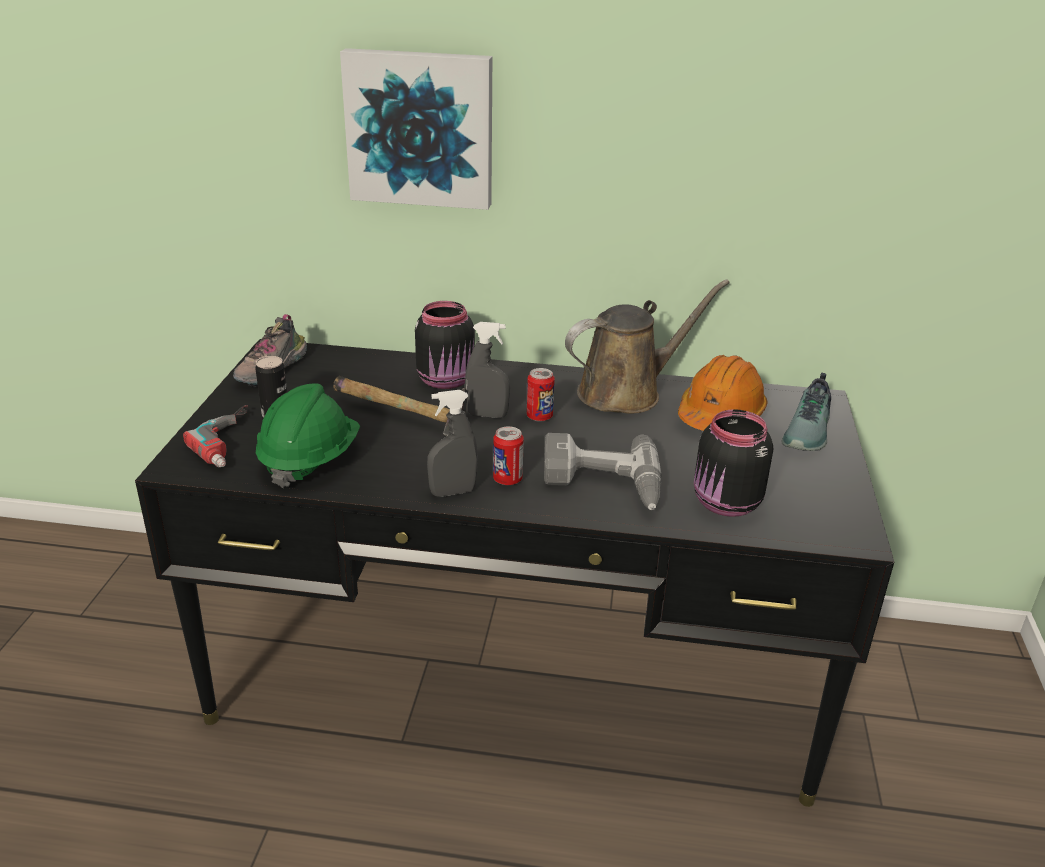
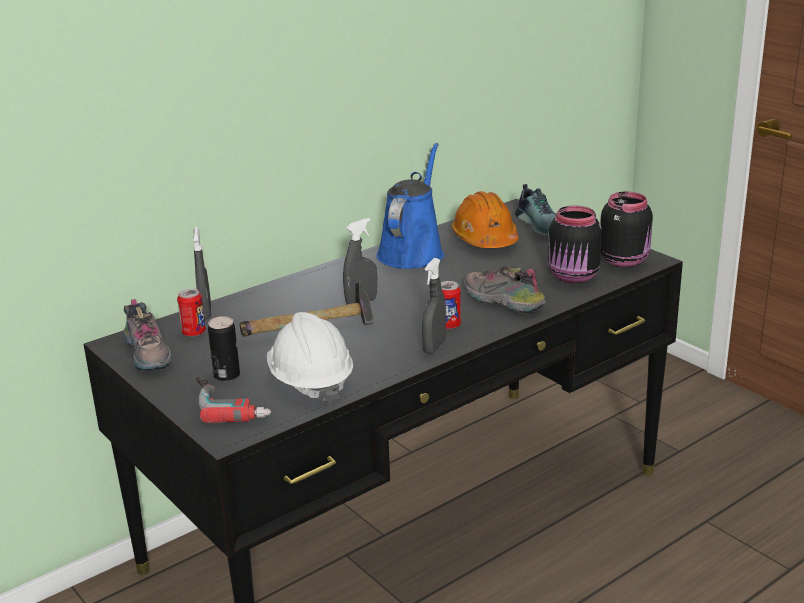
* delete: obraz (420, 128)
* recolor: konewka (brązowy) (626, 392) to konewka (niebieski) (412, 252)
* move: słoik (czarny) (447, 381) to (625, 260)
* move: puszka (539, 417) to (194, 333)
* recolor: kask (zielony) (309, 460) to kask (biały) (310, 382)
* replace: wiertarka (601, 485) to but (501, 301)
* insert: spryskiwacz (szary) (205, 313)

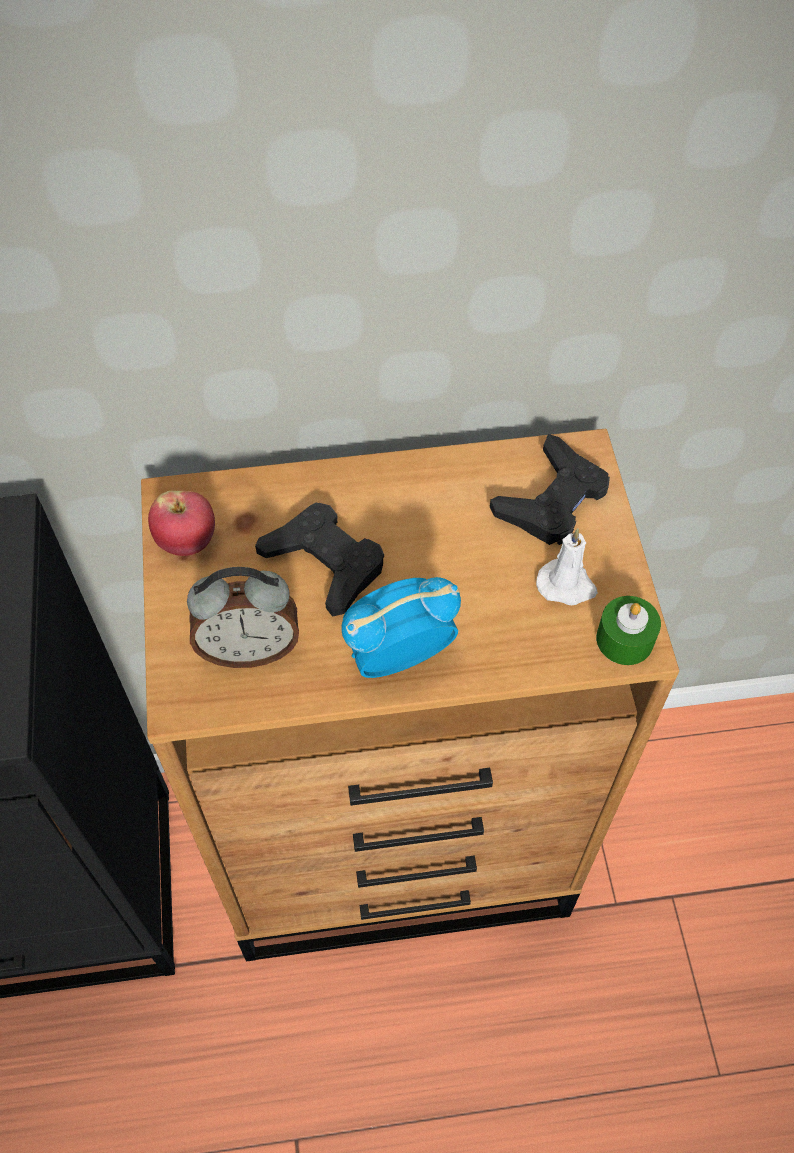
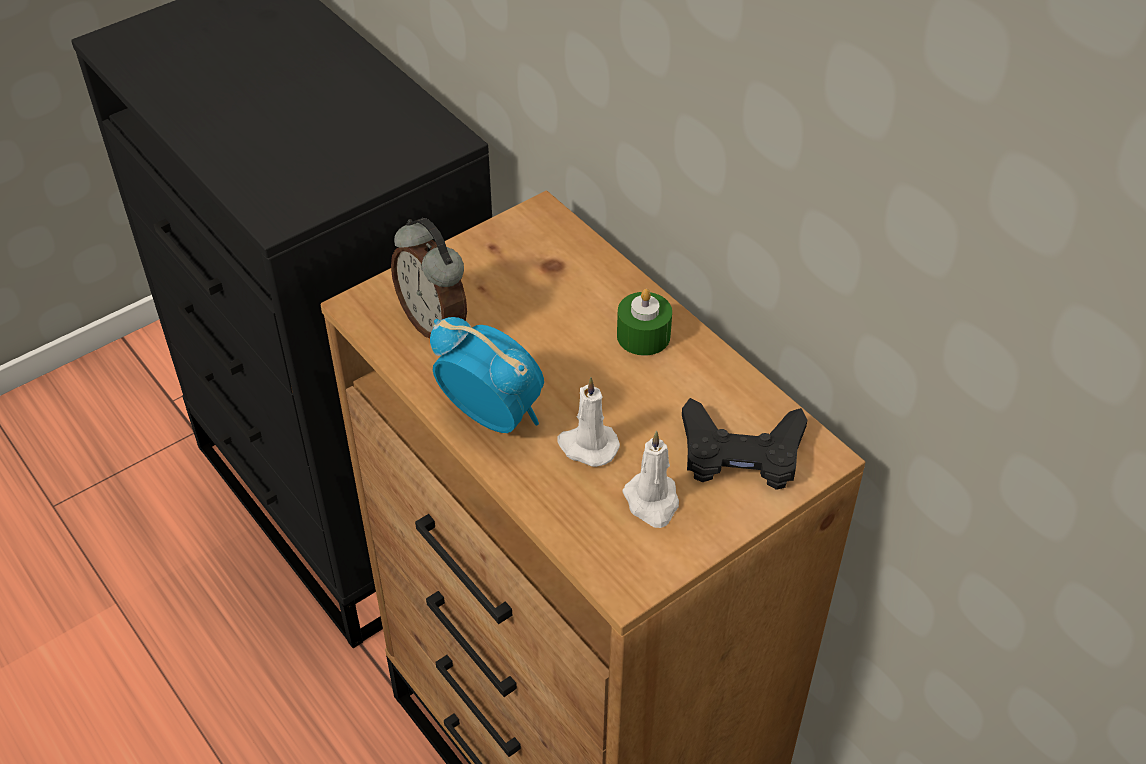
* delete: jabłko (188, 542)
* delete: pad do gier (czarny) (325, 563)
* move: świeca (zielony) (624, 639) to (643, 336)
* insert: świeca (biały) (587, 446)

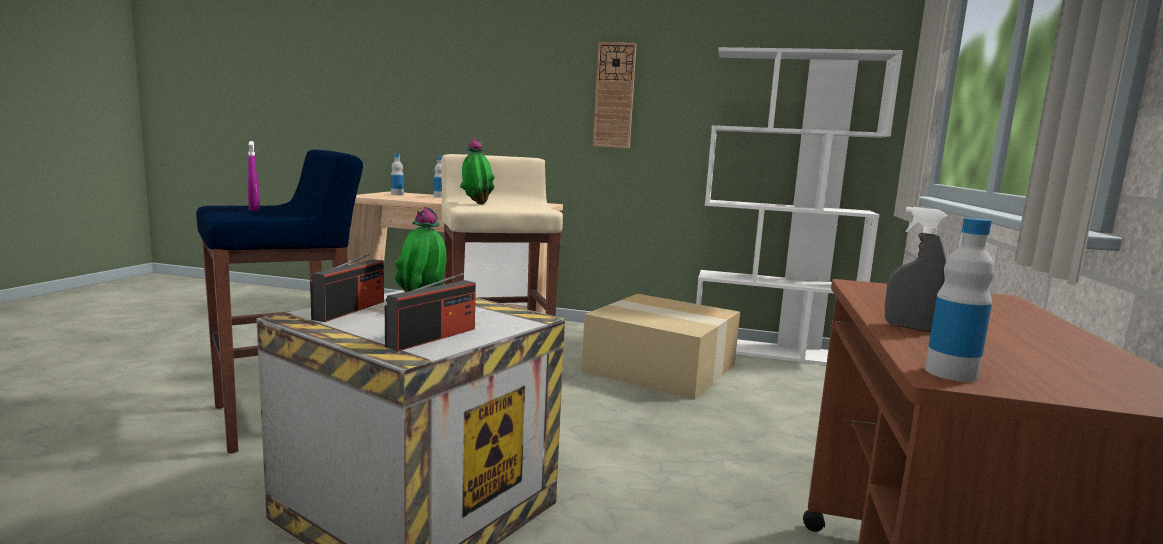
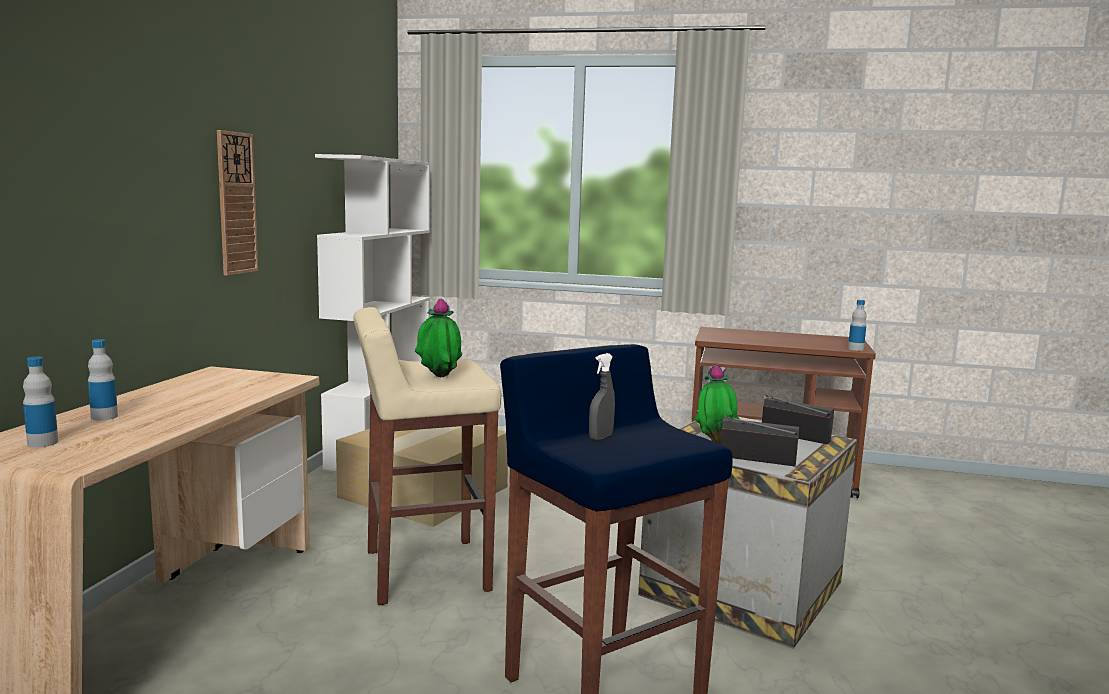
* delete: spryskiwacz (fioletowy) (254, 210)
* move: spryskiwacz (szary) (910, 327) to (601, 437)

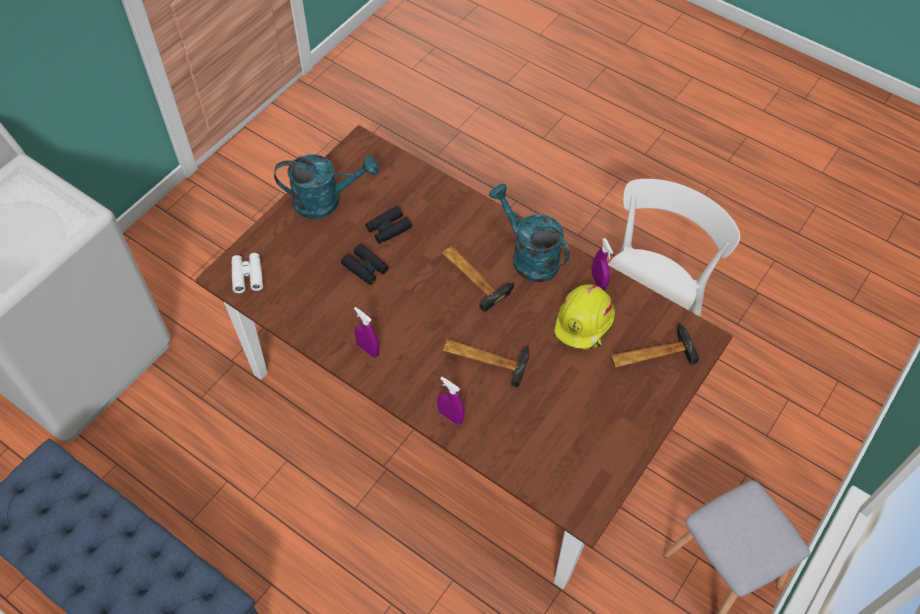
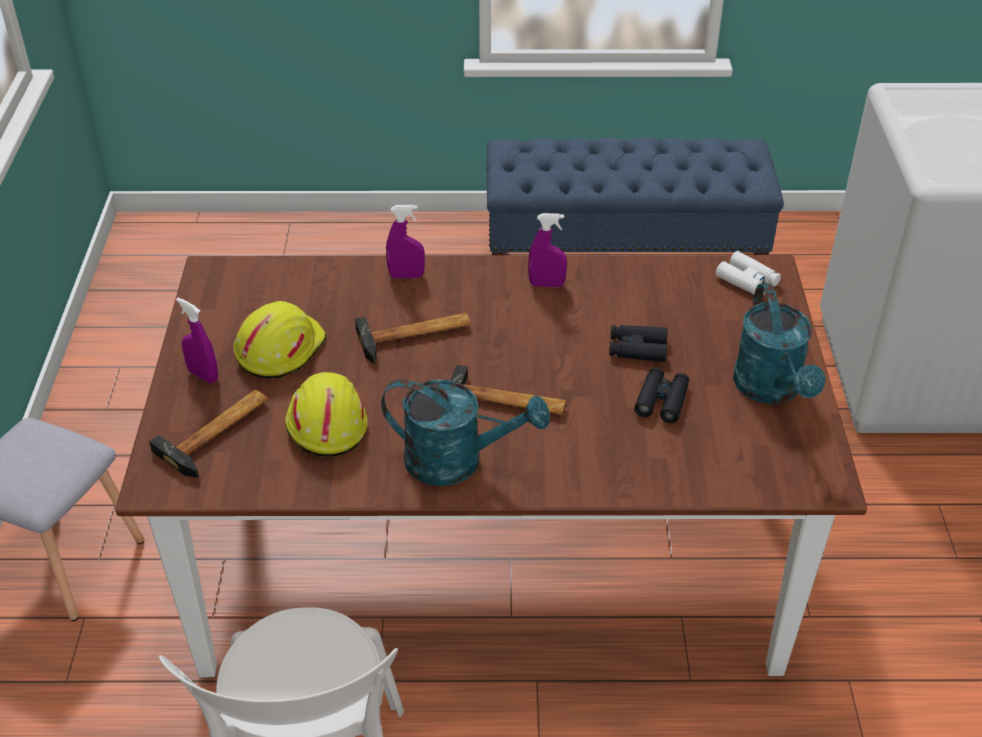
* rotate: konewka (turkusowy) (325, 201) = (772, 390) 60 degrees counterclockwise
* move: spryskiwacz (fioletowy) (598, 281) to (203, 375)
* insert: kask (żółty) (279, 349)

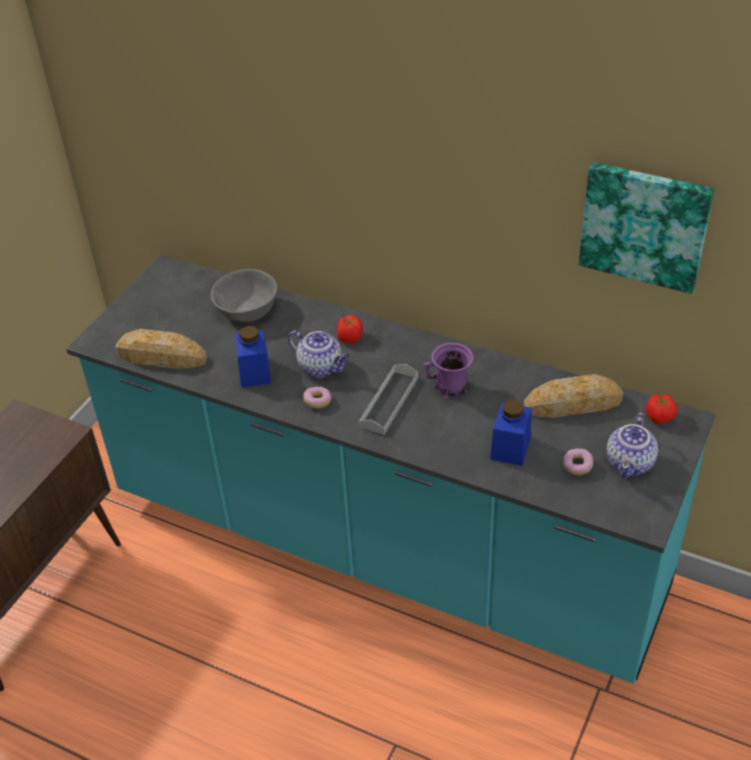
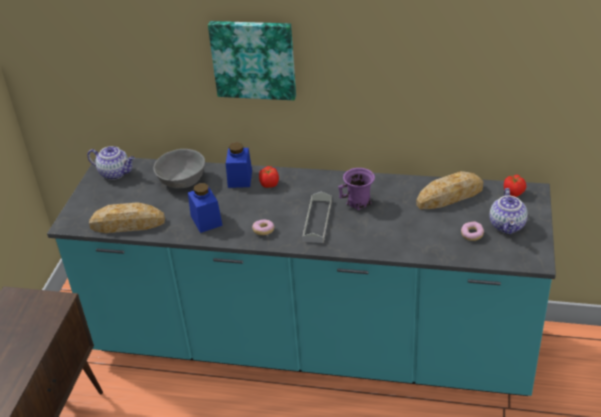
* move: obraz (645, 225) to (254, 59)
* move: imbryk (321, 368) to (115, 173)
* move: słoik (niebieski) (510, 448) to (240, 179)

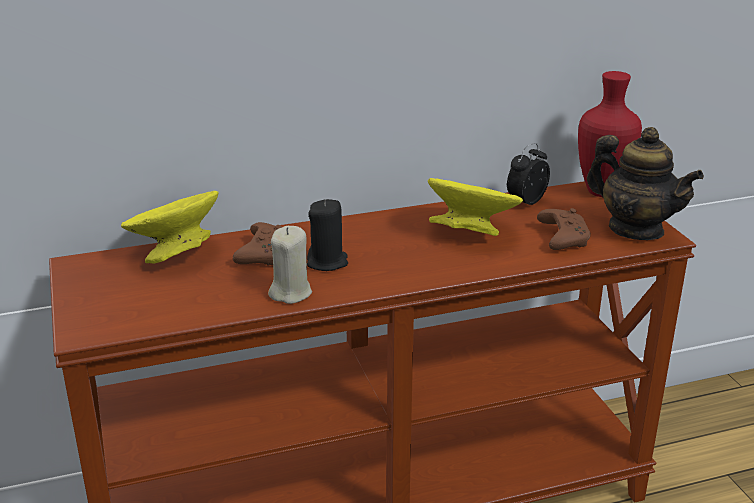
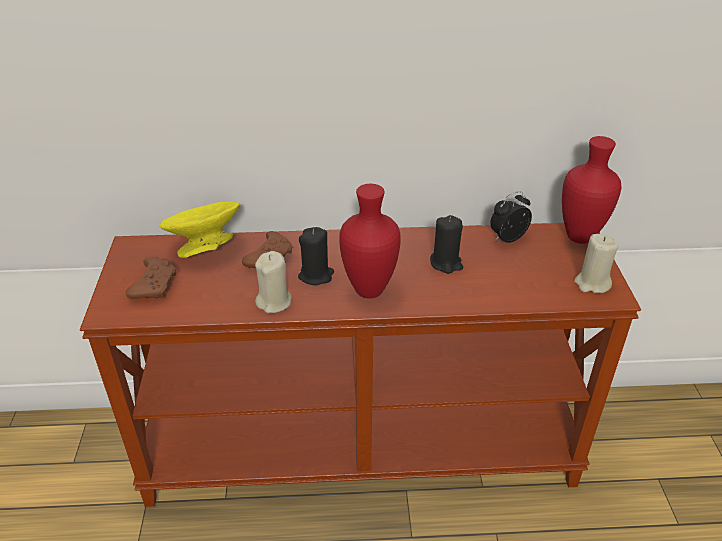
* replace: imbryk (635, 229) to świeca (beżowy) (592, 283)
* replace: miska (żółty) (471, 232) to świeca (czarny) (446, 263)
* move: pad do gier (brązowy) (562, 238) to (154, 285)
* insert: wazon (czerwony) (368, 292)

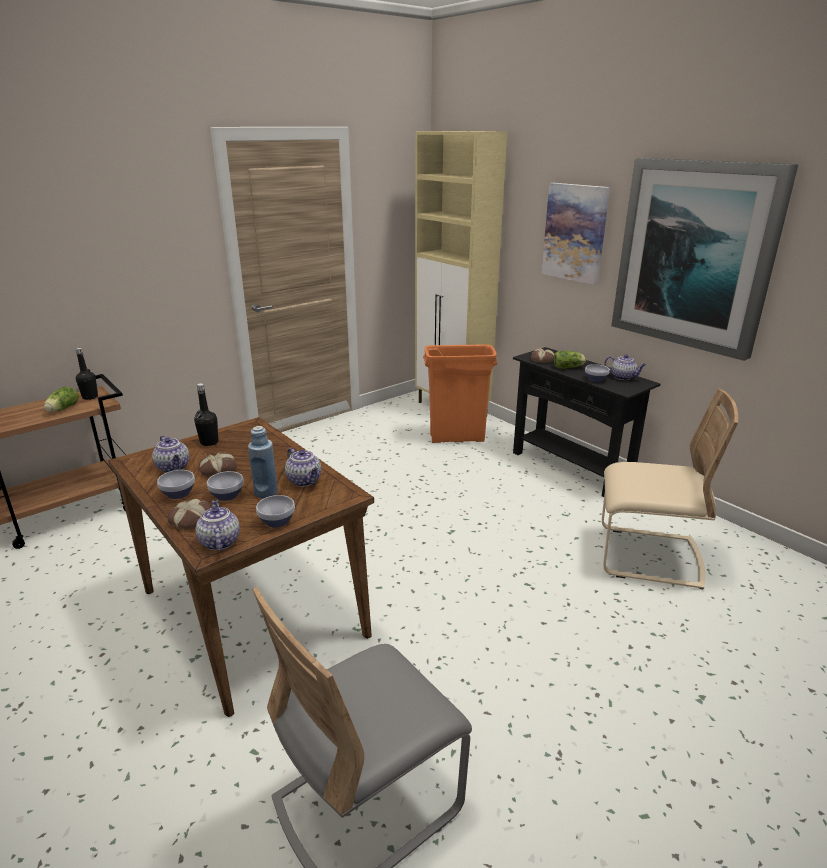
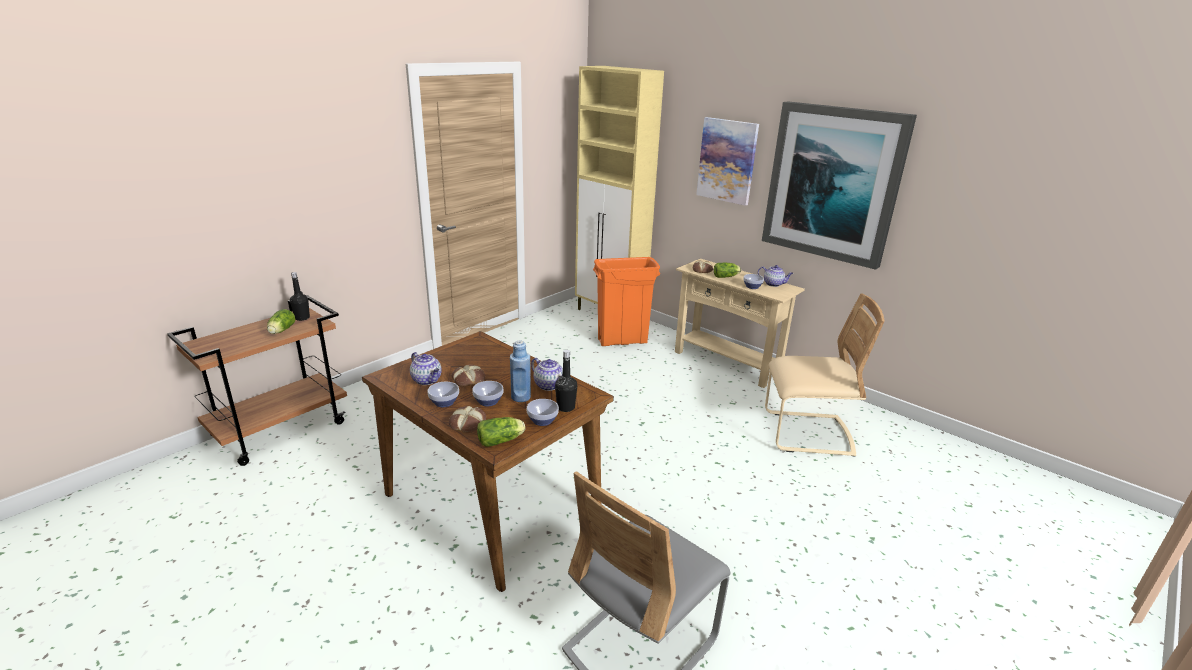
* recolor: stolik konsolowy (czarny) (570, 468) to stolik konsolowy (beżowy) (726, 363)
* move: butelka (czarny) (209, 442) to (565, 407)
* replace: imbryk (219, 541) to sałata (502, 440)

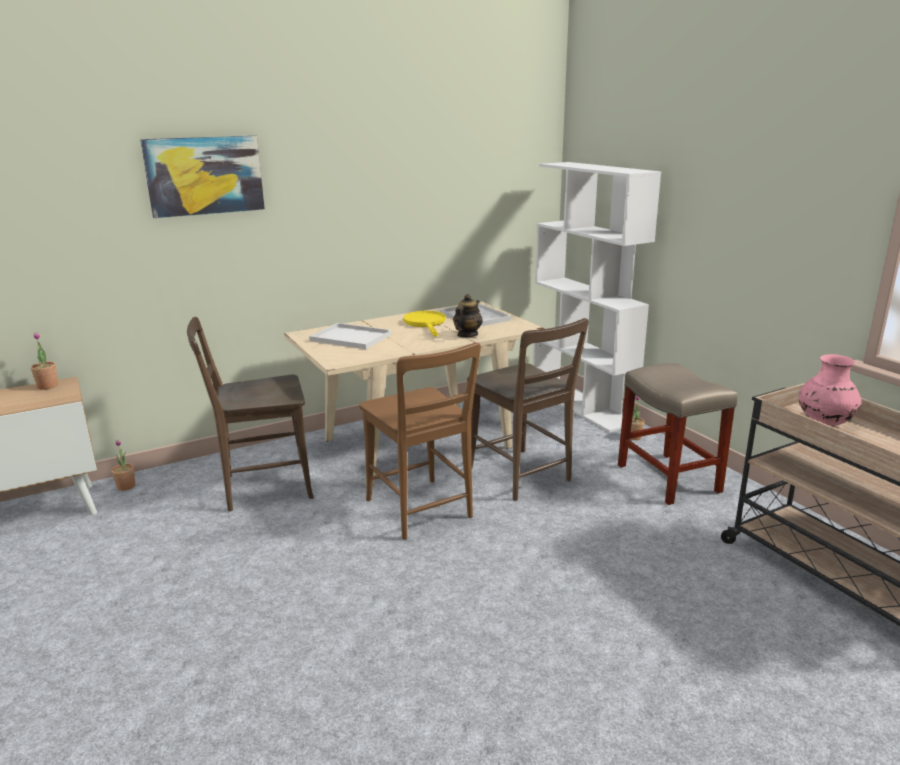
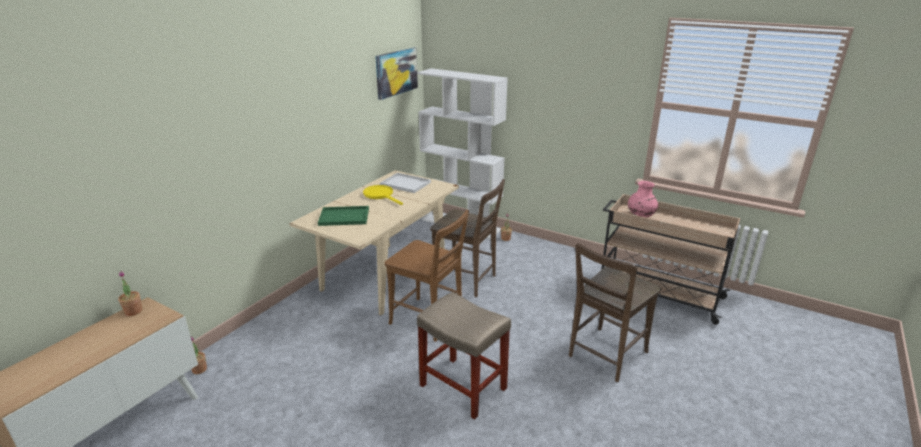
* move: obraz (204, 175) to (396, 72)
* delete: imbryk (467, 335)
* move: krzesło (brązowy) (262, 487) to (605, 356)
* recolor: taca (biały) (349, 338) to taca (zielony) (343, 217)
* move: stołek (beżowy) (669, 479) to (464, 387)

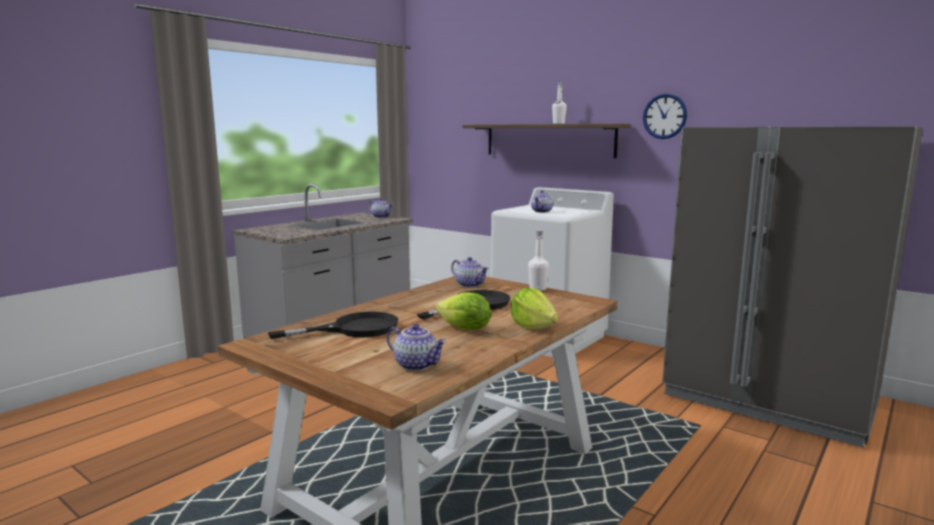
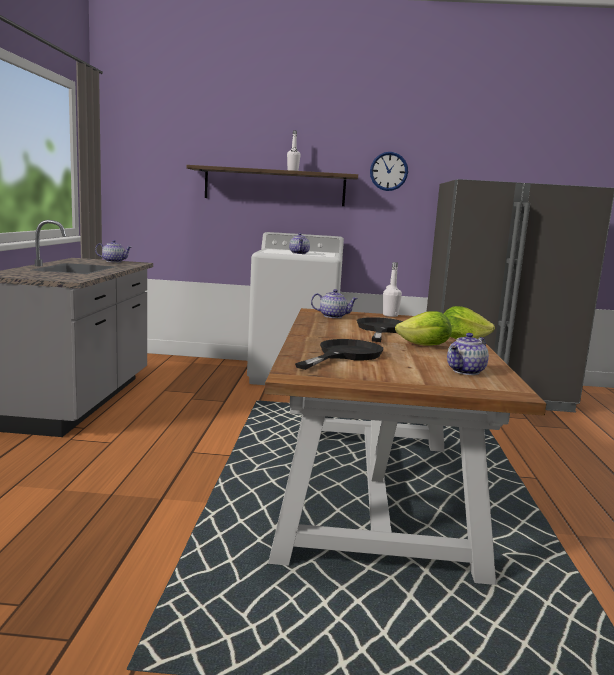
* rotate: imbryk (417, 365) = (466, 371) 135 degrees clockwise

